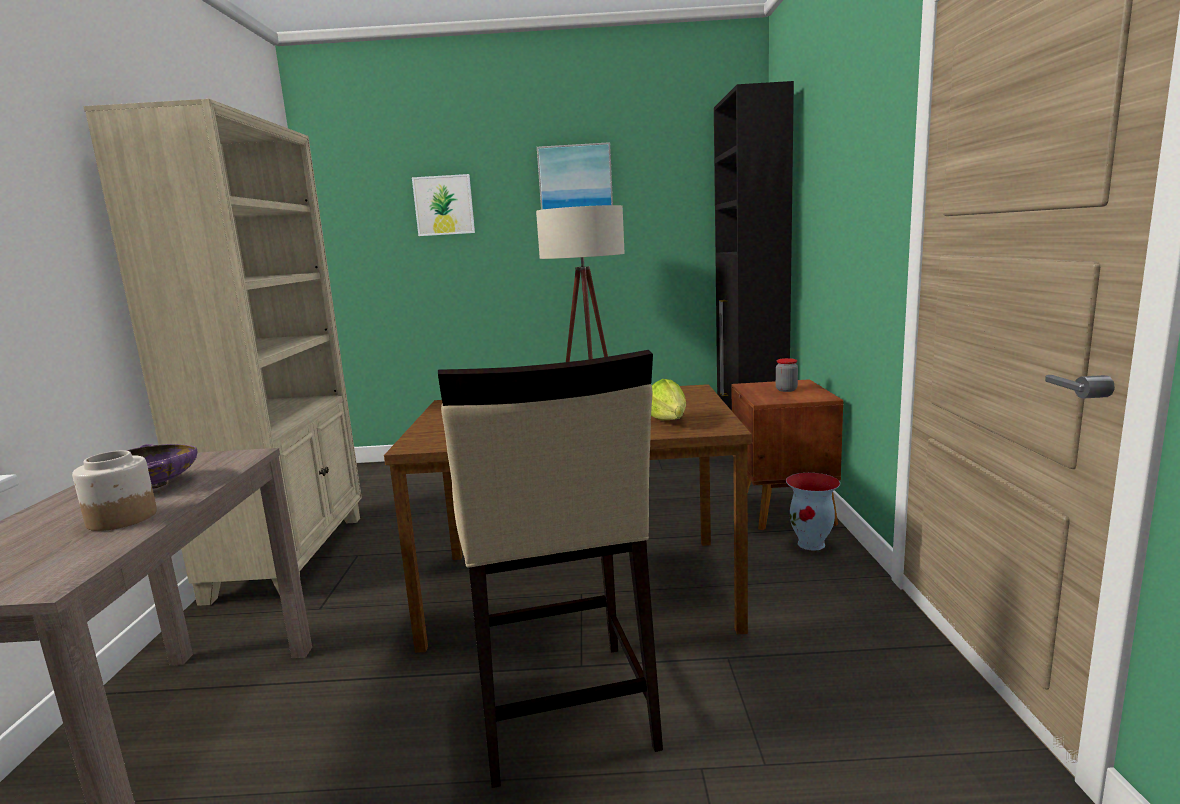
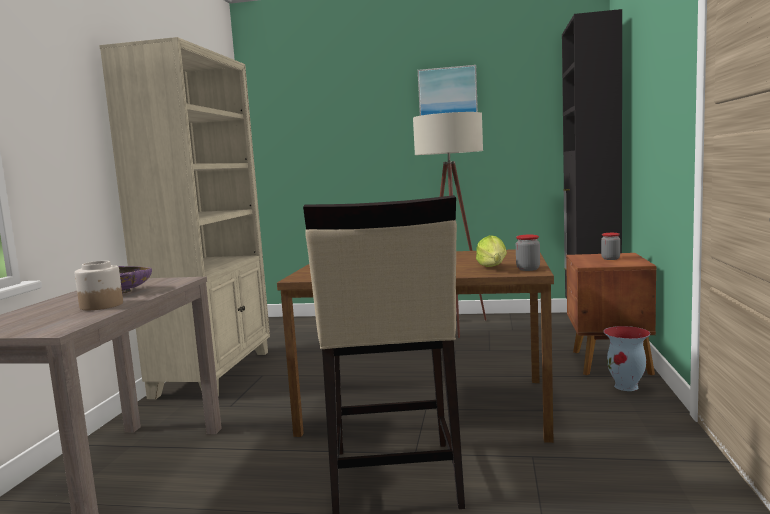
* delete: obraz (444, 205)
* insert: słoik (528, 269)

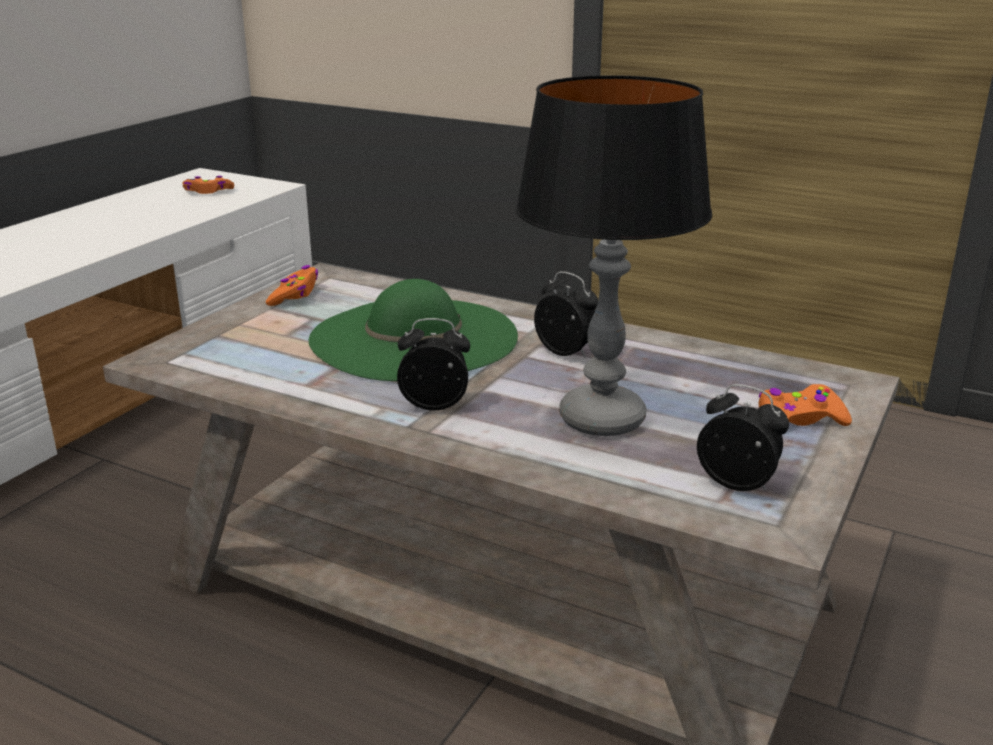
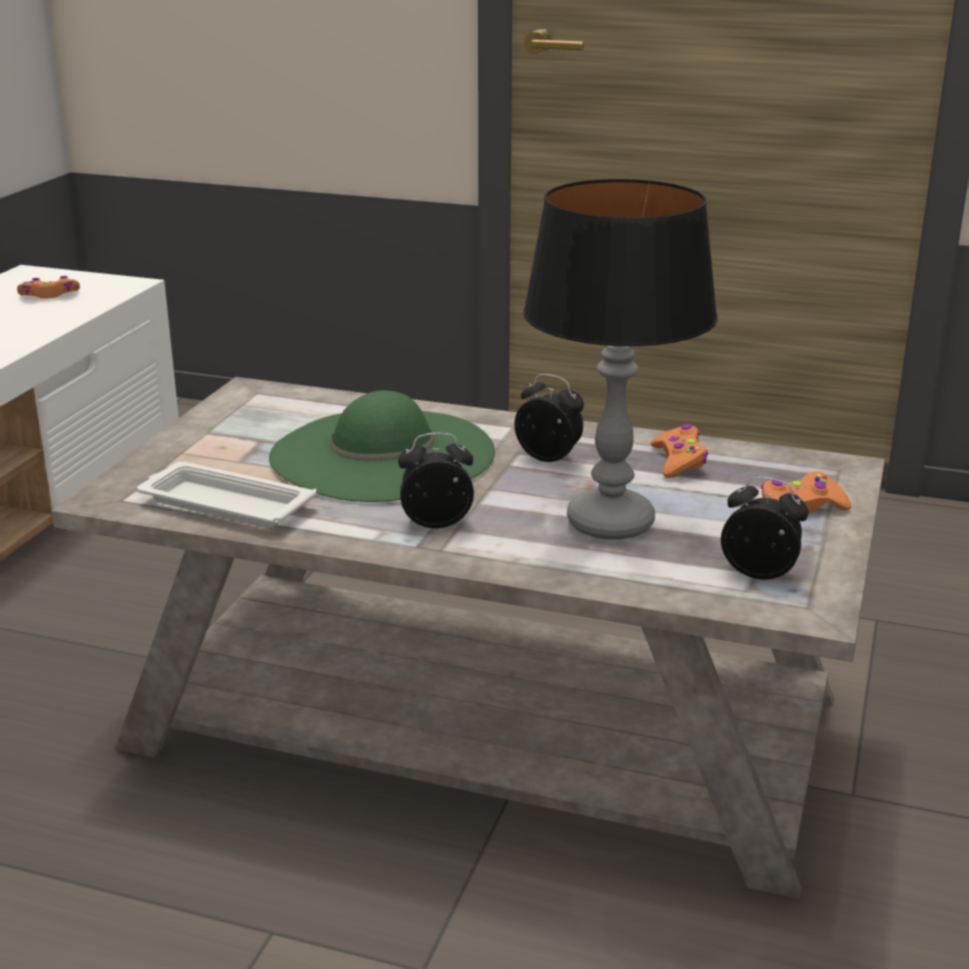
* move: pad do gier (pomarańczowy) (294, 295) to (679, 461)
* insert: taca (biały) (224, 504)

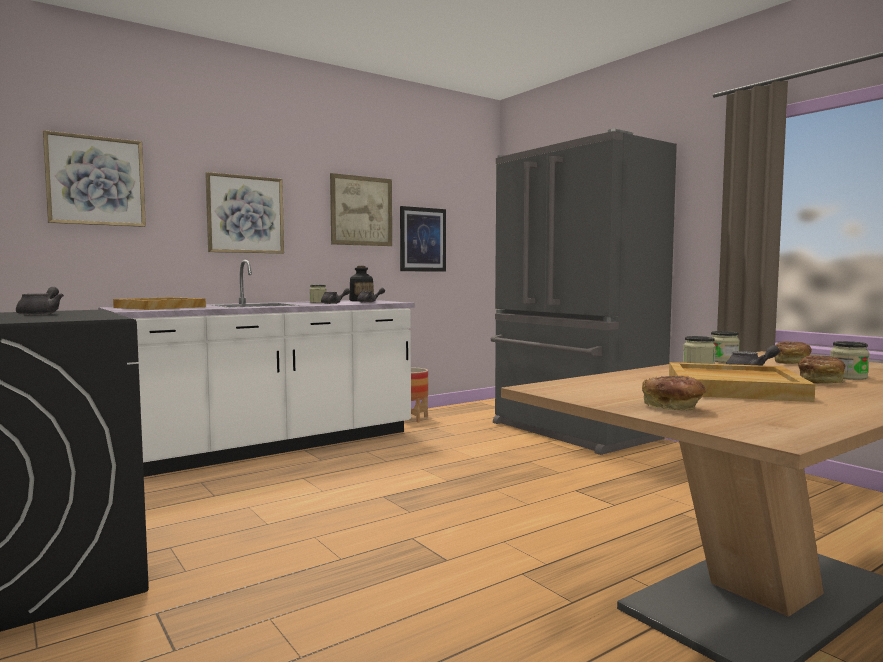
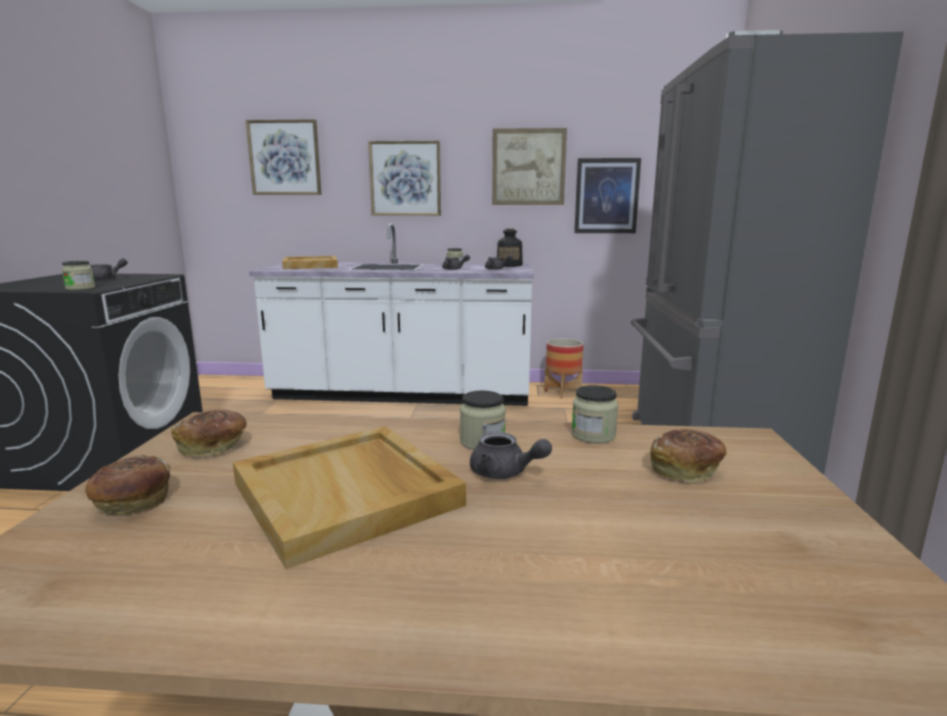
* move: słoik (848, 377) to (80, 288)
* move: chleb (821, 381) to (214, 447)

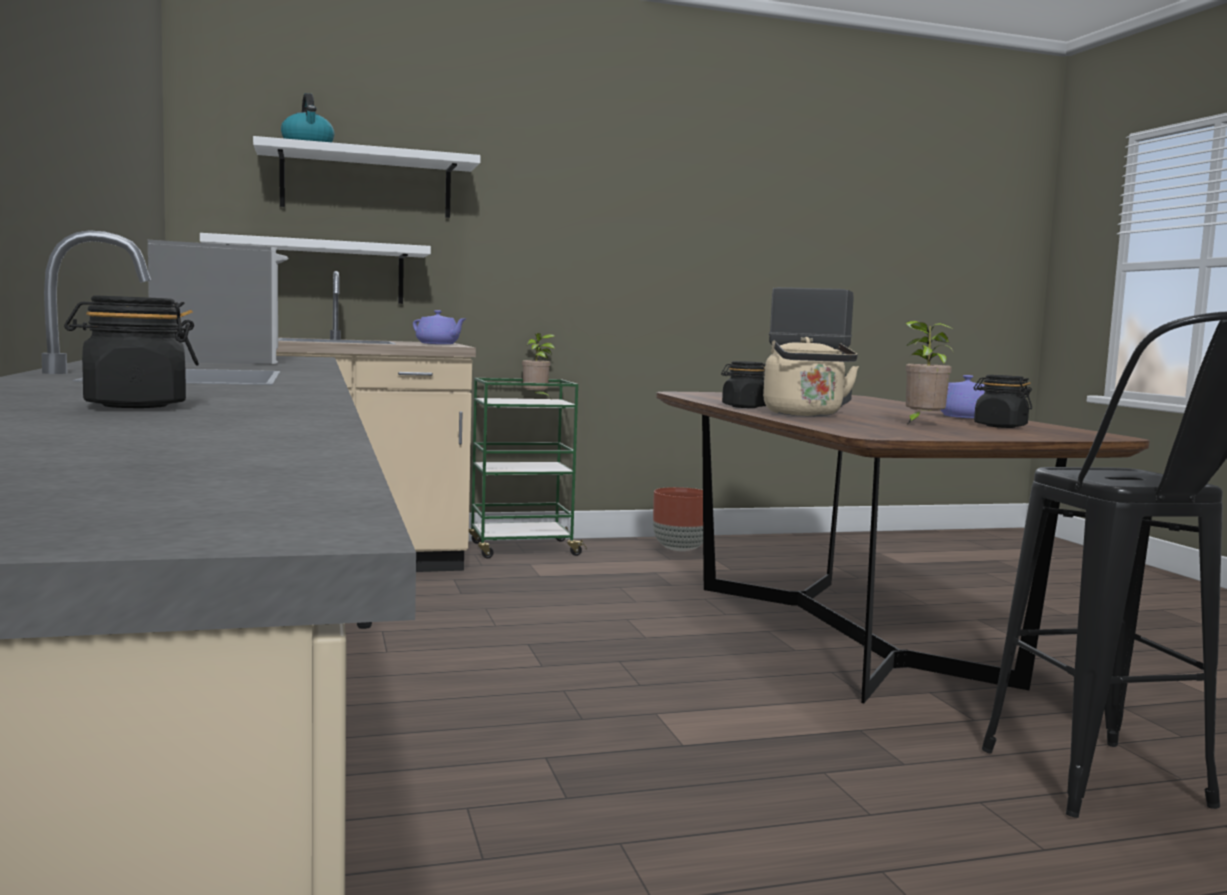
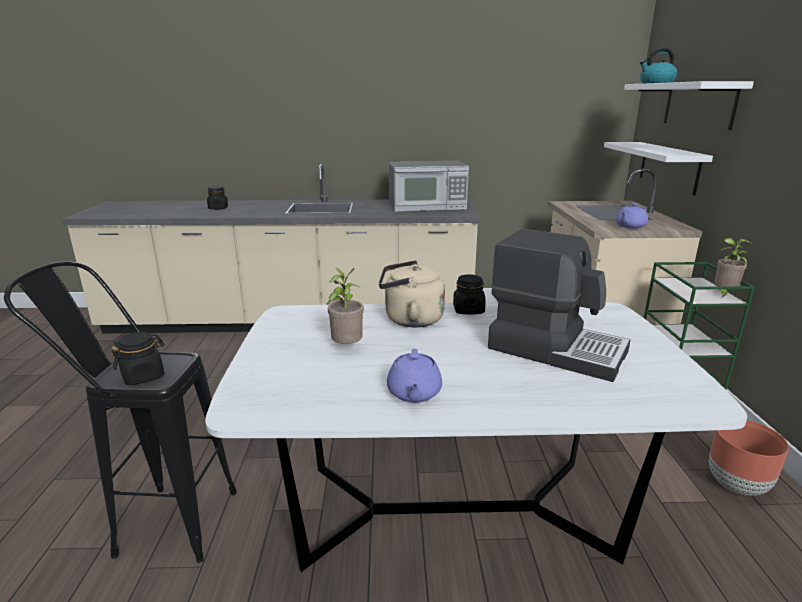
* move: słoik (czarny) (1000, 426) to (143, 376)
* recolor: stół jadalny (brązowy) (842, 633) to stół jadalny (biały) (453, 511)

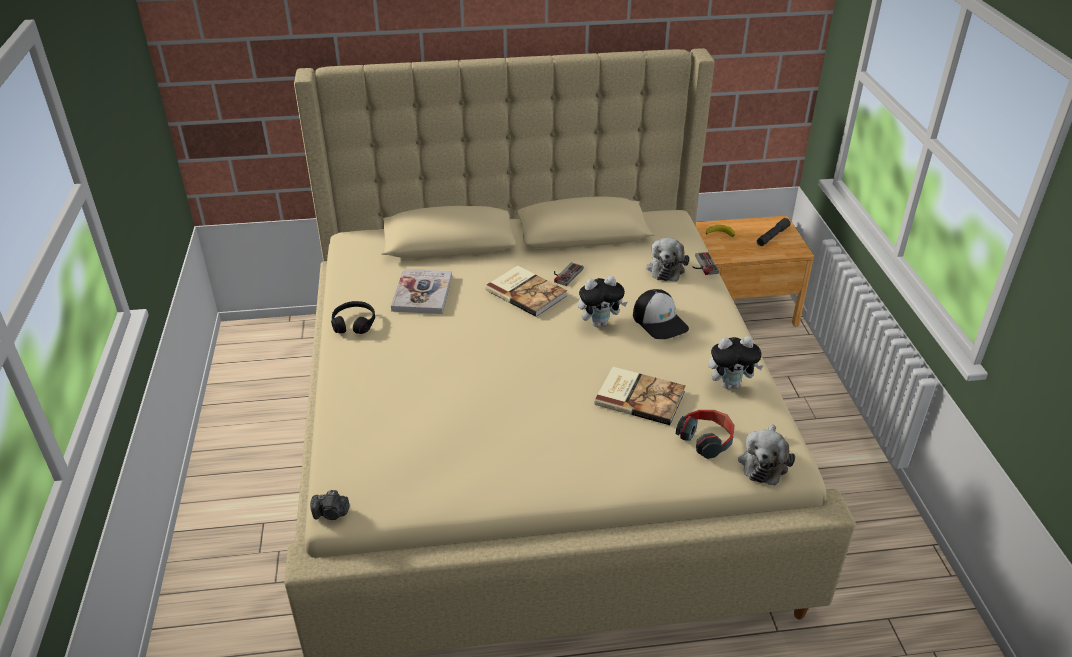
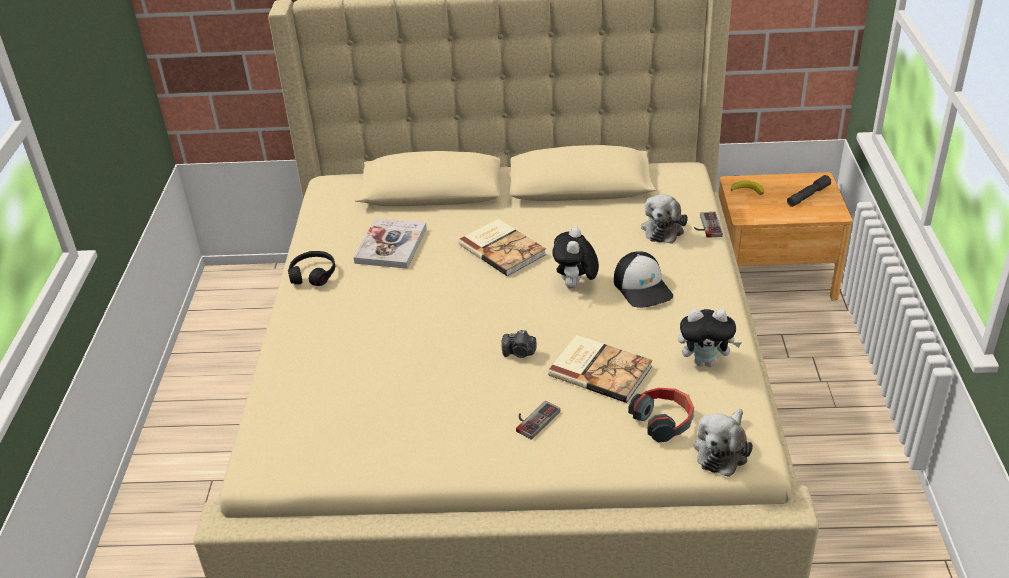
* move: pad do gier (565, 274) to (533, 419)
* rotate: pluszak (600, 323) = (575, 286) 105 degrees clockwise
* move: aparat fotograficzny (331, 513) to (519, 353)

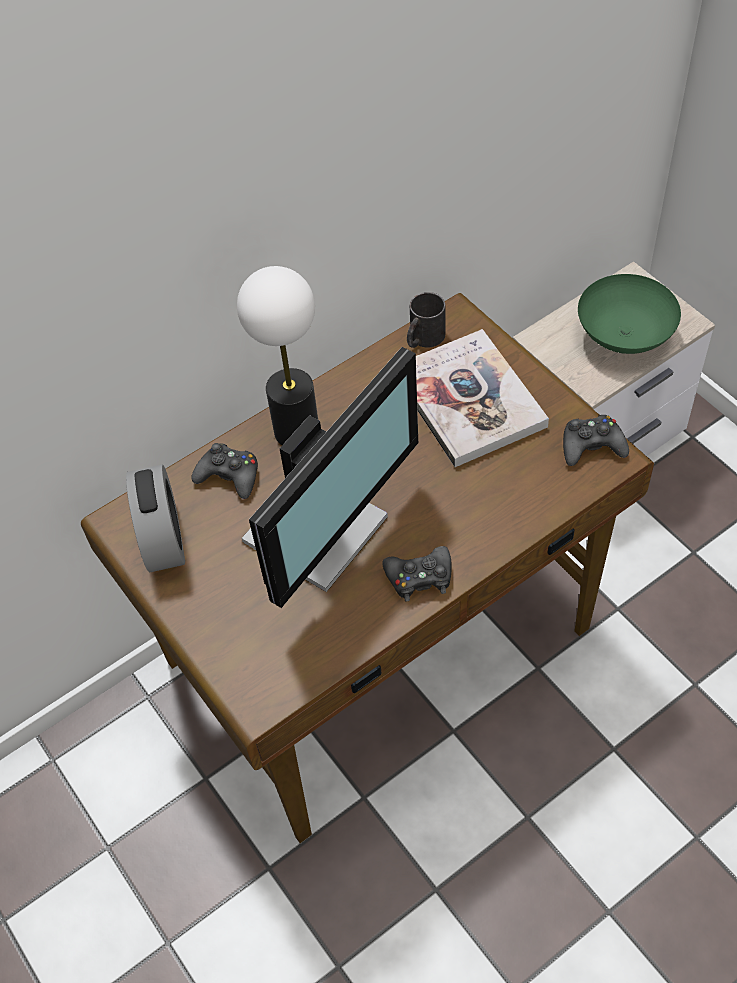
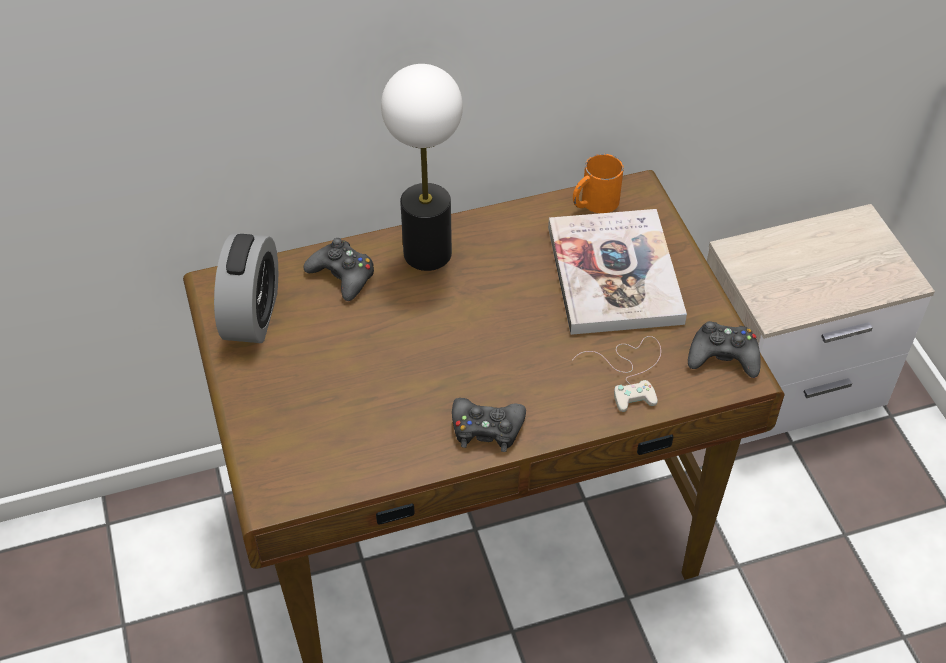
* delete: miska (zielony) (626, 336)
* recolor: kubek (czarny) (423, 339) to kubek (pomarańczowy) (594, 203)
* delete: monitor (321, 531)
* insert: pad do gier (biały) (630, 372)

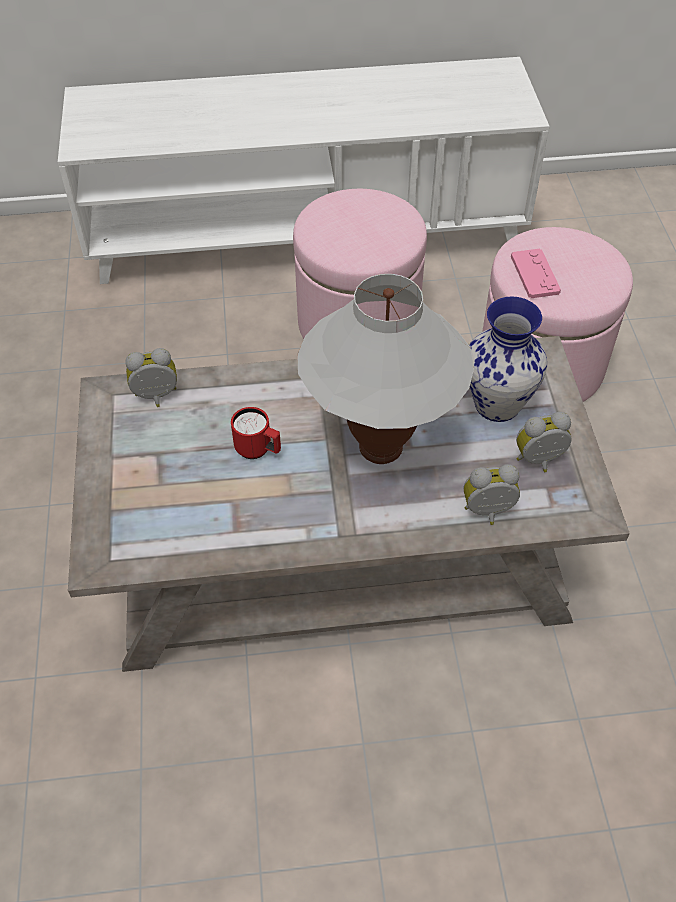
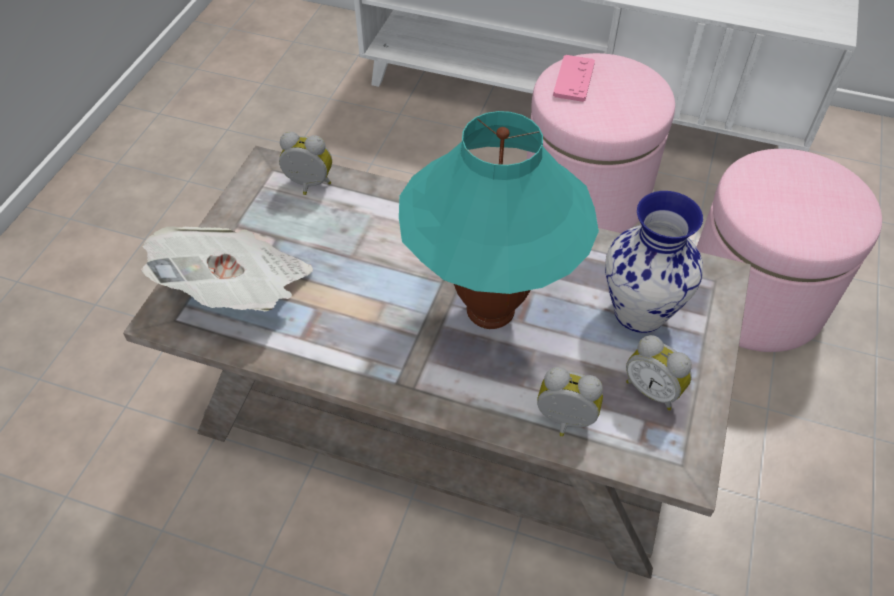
* move: pad do gier (różowy) (535, 274) to (574, 79)
* recolor: lampa stołowa (biały) (380, 448) to lampa stołowa (turkusowy) (490, 311)
* delete: kubek (czerwony) (258, 450)
* rotate: budzik (539, 462) = (653, 389) 150 degrees counterclockwise
* insert: gazeta (239, 290)

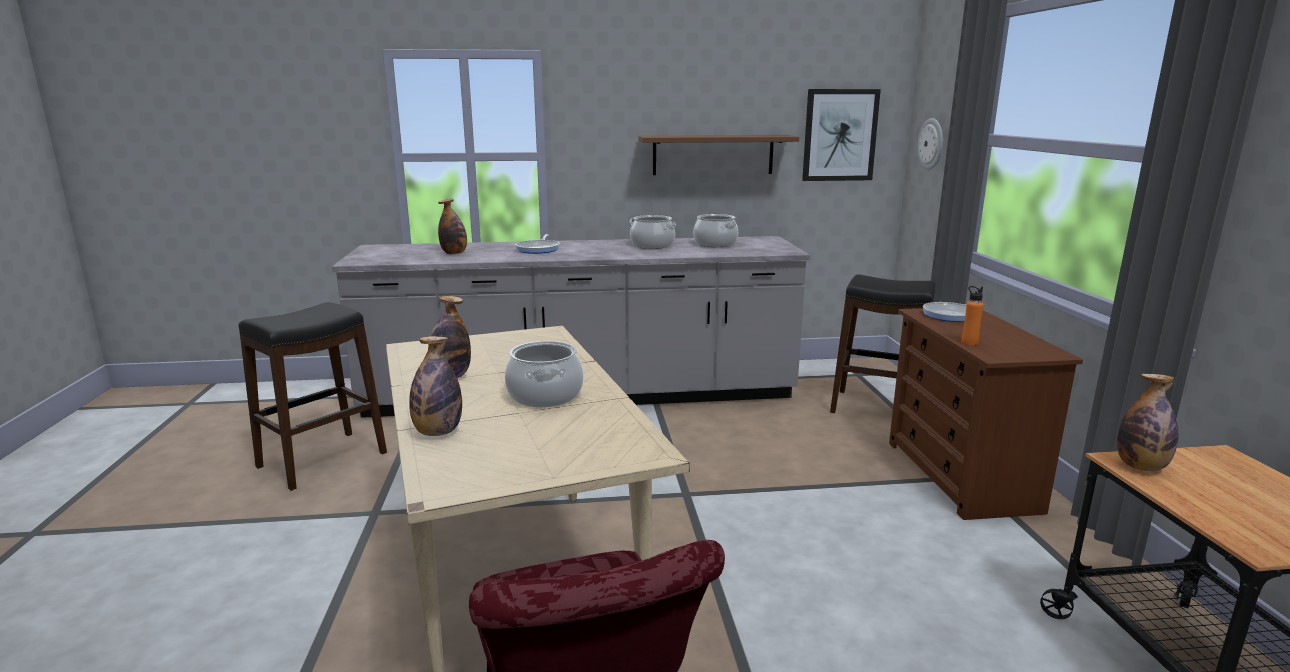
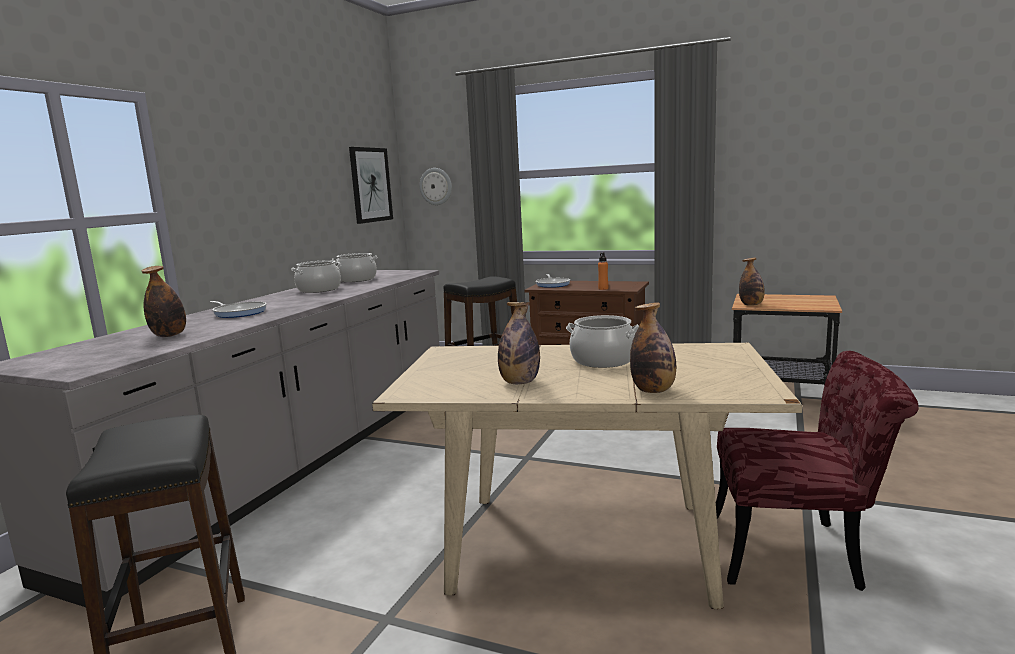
* delete: półka (brązowy) (713, 155)

